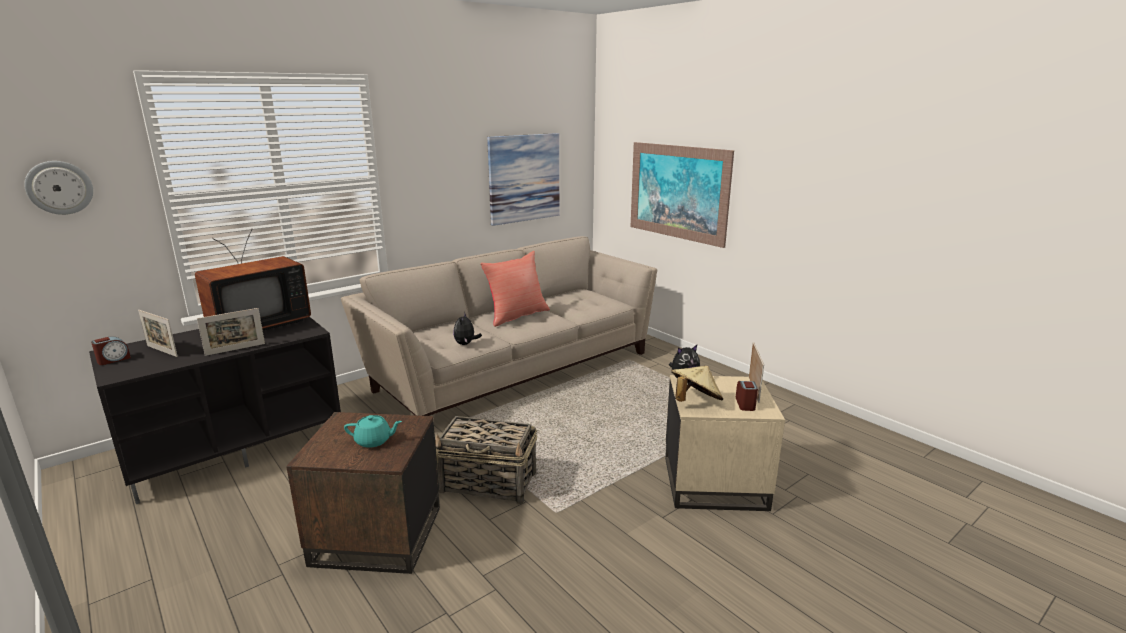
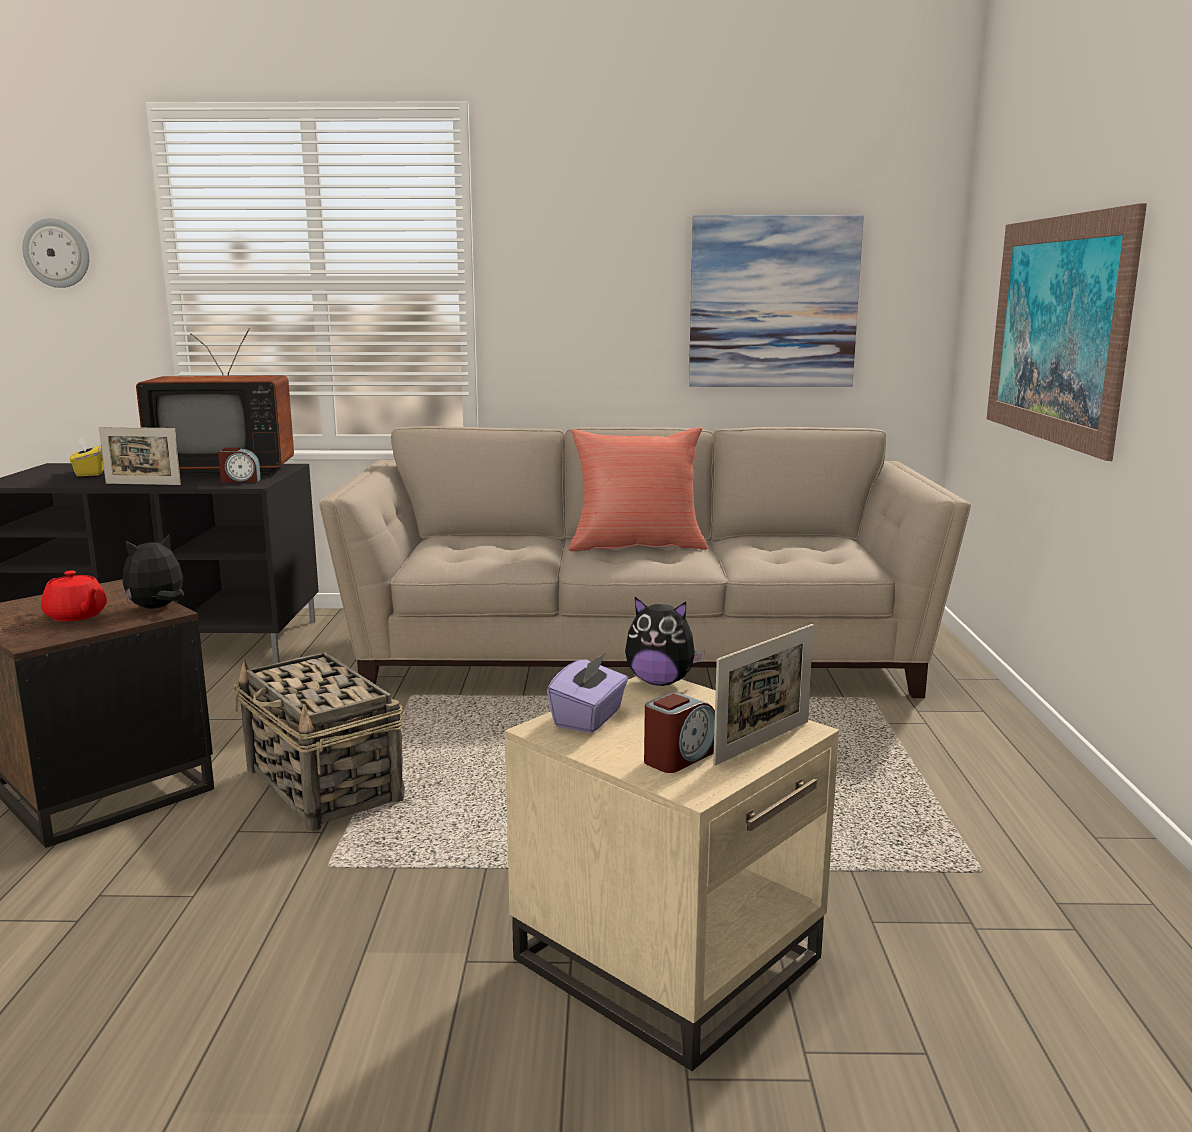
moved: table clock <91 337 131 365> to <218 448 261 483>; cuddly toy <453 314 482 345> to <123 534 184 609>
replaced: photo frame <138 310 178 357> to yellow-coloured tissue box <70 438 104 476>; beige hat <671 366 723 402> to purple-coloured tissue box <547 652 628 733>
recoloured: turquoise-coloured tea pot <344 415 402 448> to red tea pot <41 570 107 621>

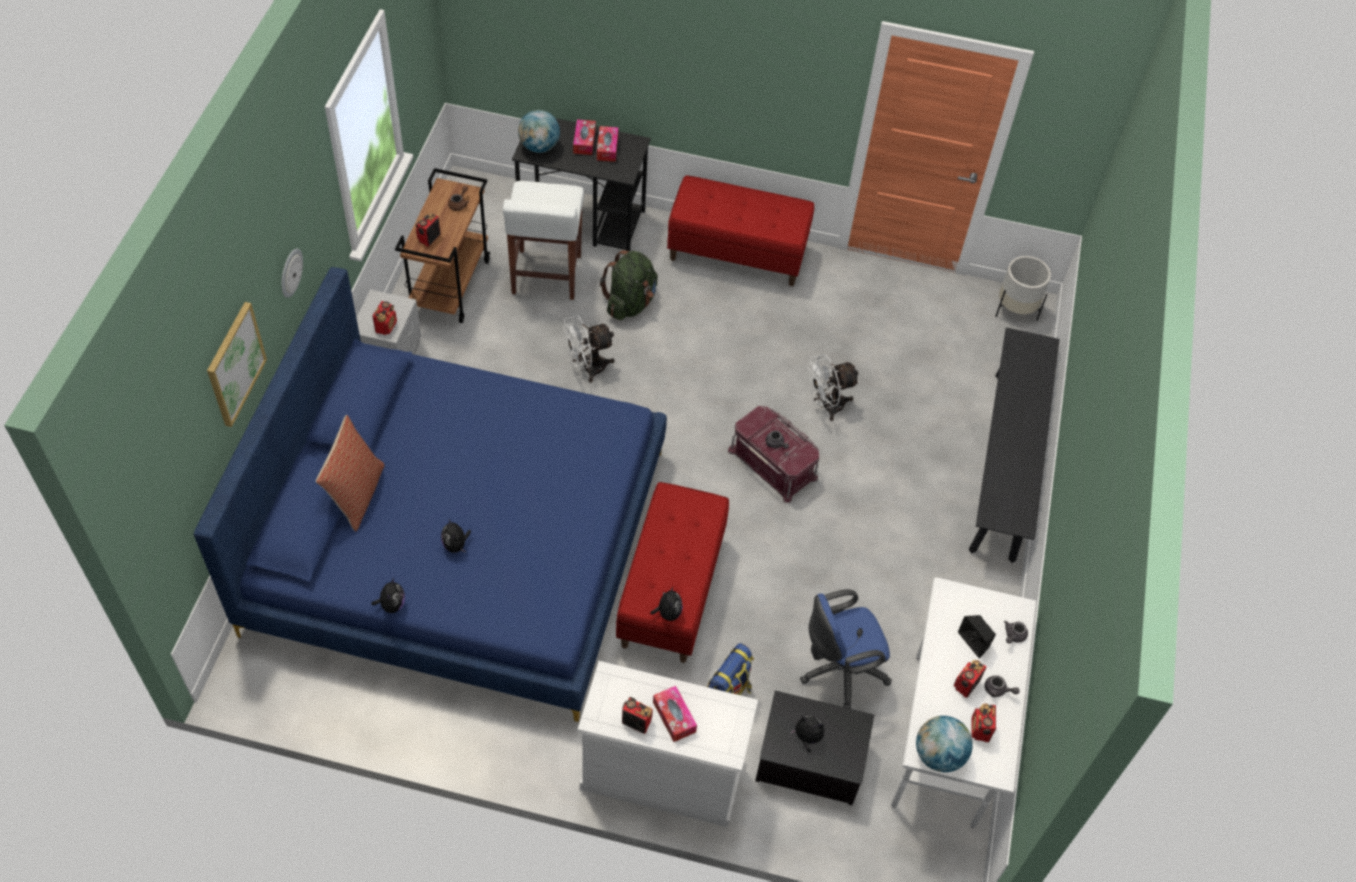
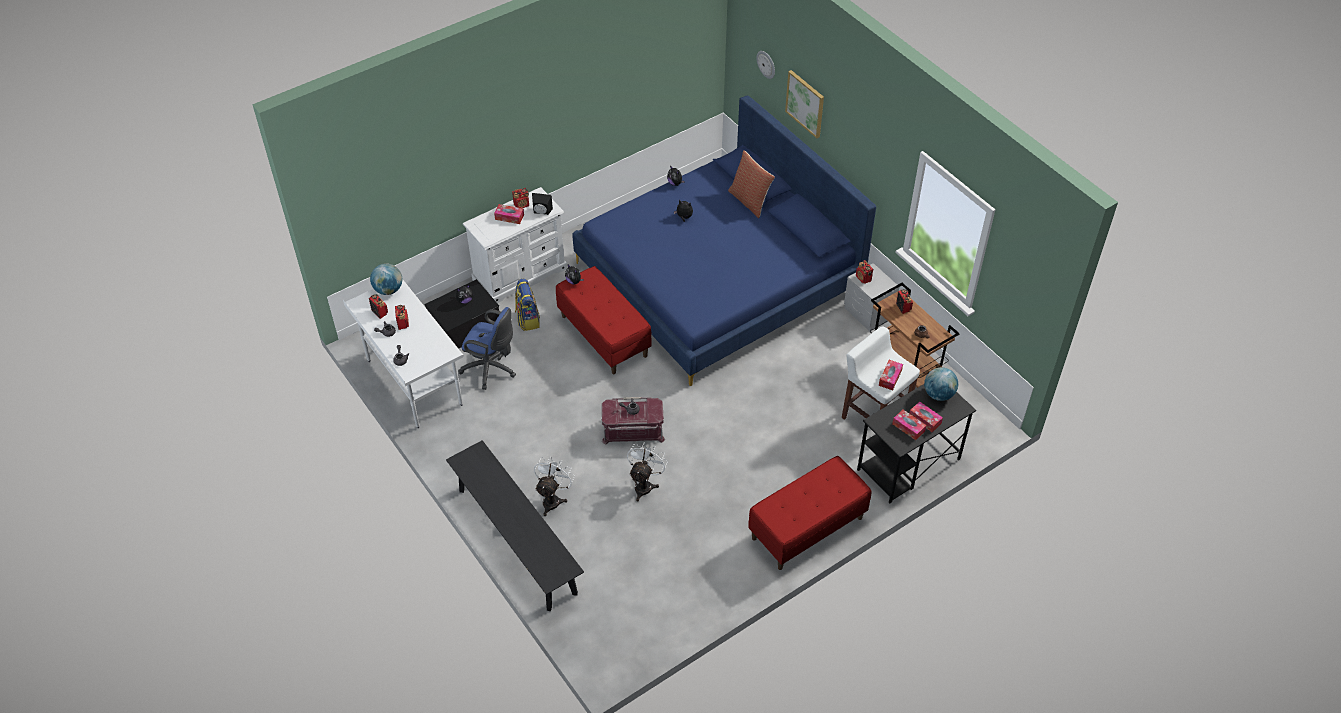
removed: green-coloured knapsack <600 250 658 320>; white-coloured planter <996 256 1051 321>
added: tissue box <879 360 903 390>
moved: wall clock <281 249 303 298> to <757 51 775 79>; white-coloured fan <563 315 615 382> to <534 456 575 516>; black-coloured audio speaker <958 615 996 658> to <532 193 553 215>
turned: blue office chair <800 589 892 709> = <458 307 516 390> 90 degrees clockwise

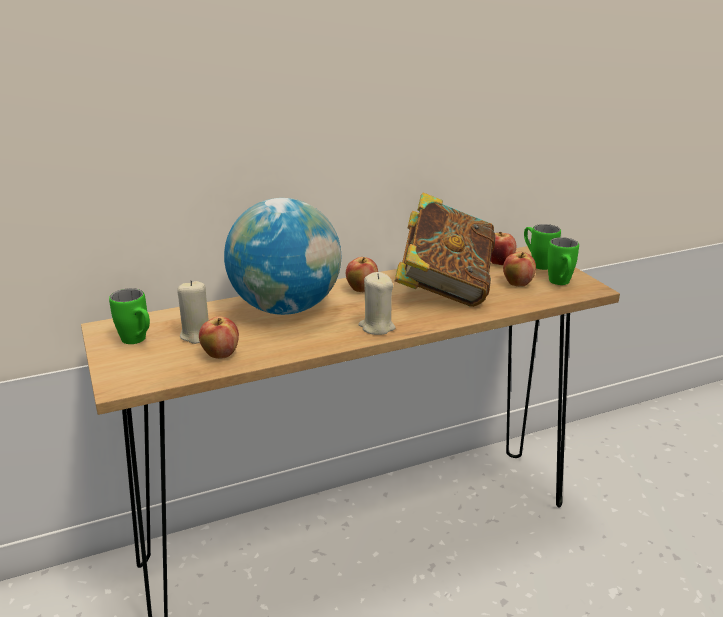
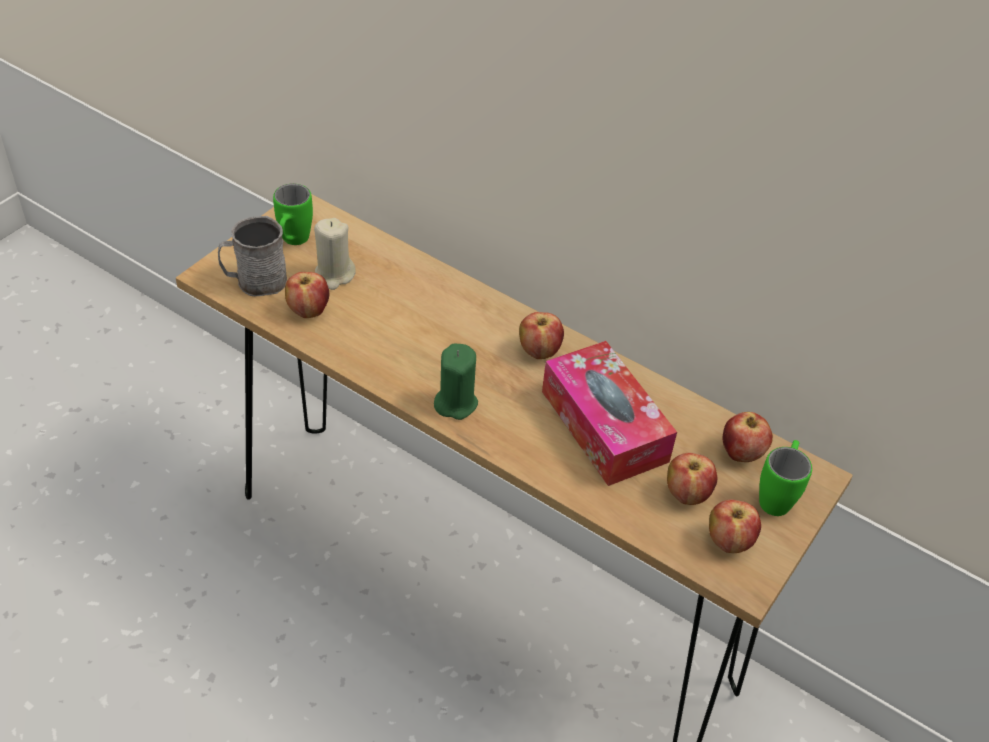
removed: world globe <224 198 341 315>
added: greyish mug <218 216 287 296>
replaced: book <395 193 496 307> to tissue box <542 341 677 486>; green-coloured mug <547 237 579 285> to apple <709 499 761 553>
recoloured: beige wax candle <359 272 395 335> to green-coloured wax candle <434 343 478 420>

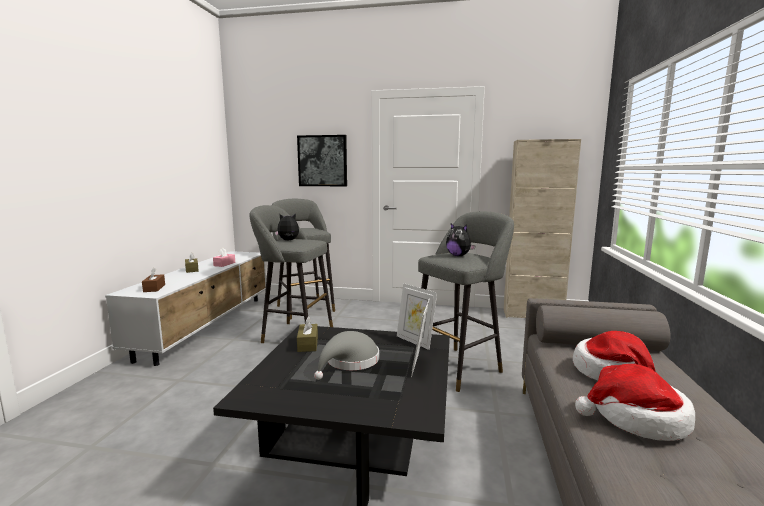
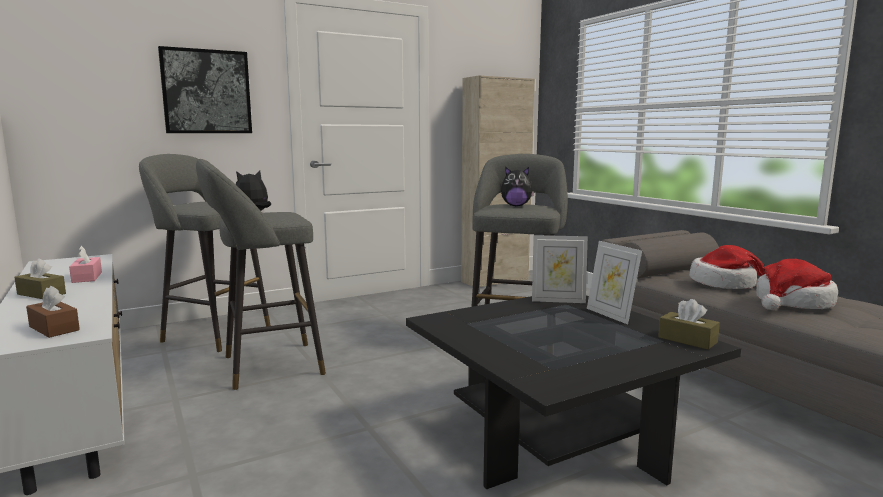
removed: greyish hat <314 331 379 380>
moved: brown tissue box <297 316 318 352> to <658 299 720 350>

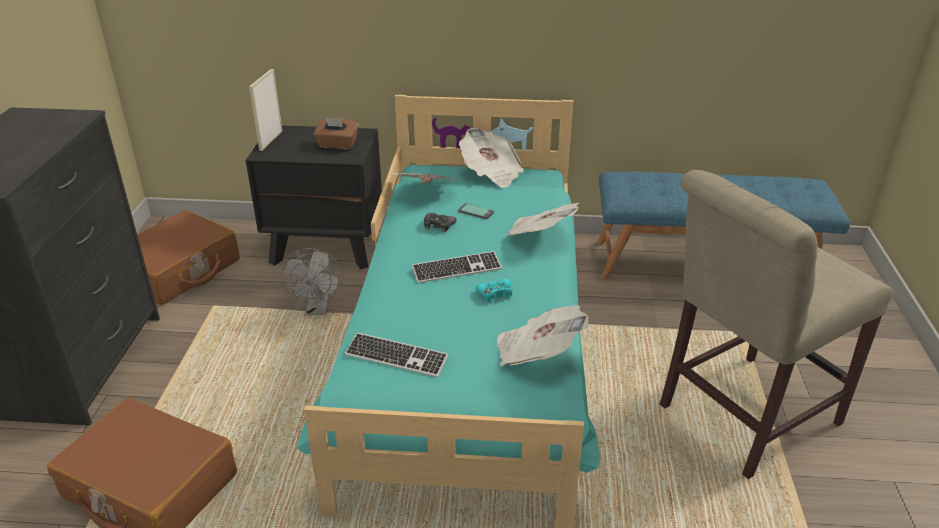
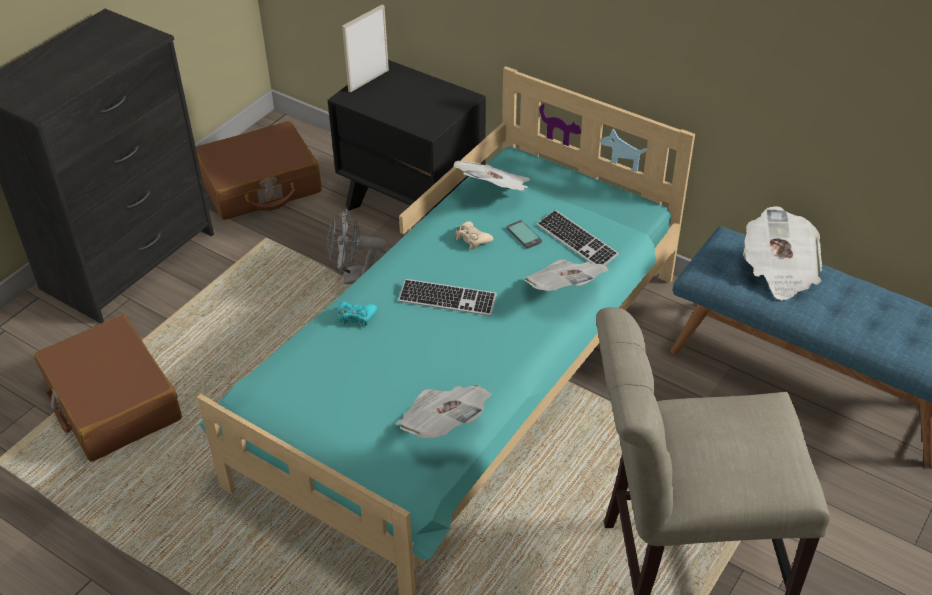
removed: brown tissue box <314 117 358 150>
moved: PC keyboard <345 333 448 377> to <537 210 619 265>; daily paper <459 128 524 188> to <743 206 822 301>; turquoise-coloured gamepad <475 279 513 303> to <338 301 377 327>
recoloured: black-coloured gamepad <424 213 457 232> to beige gamepad <456 221 493 249>
turned: greyish fan <281 248 342 315> = <327 209 386 284> 60 degrees clockwise

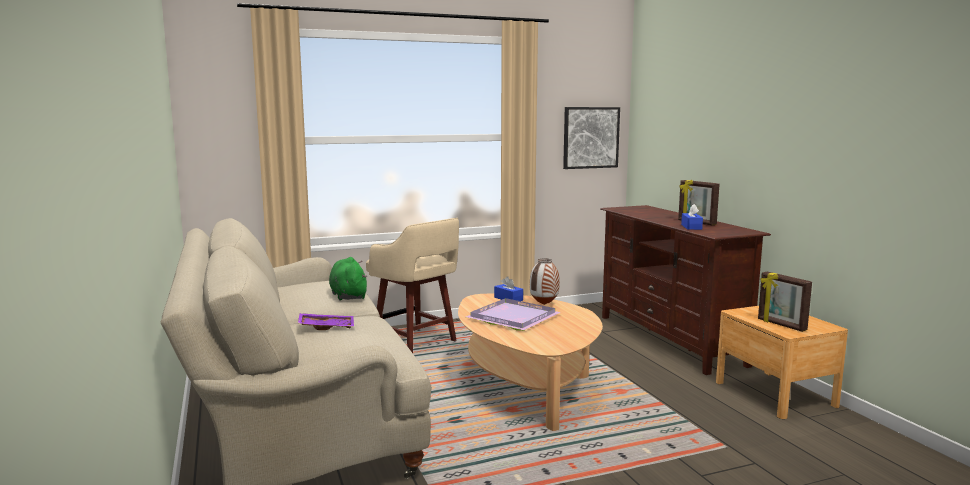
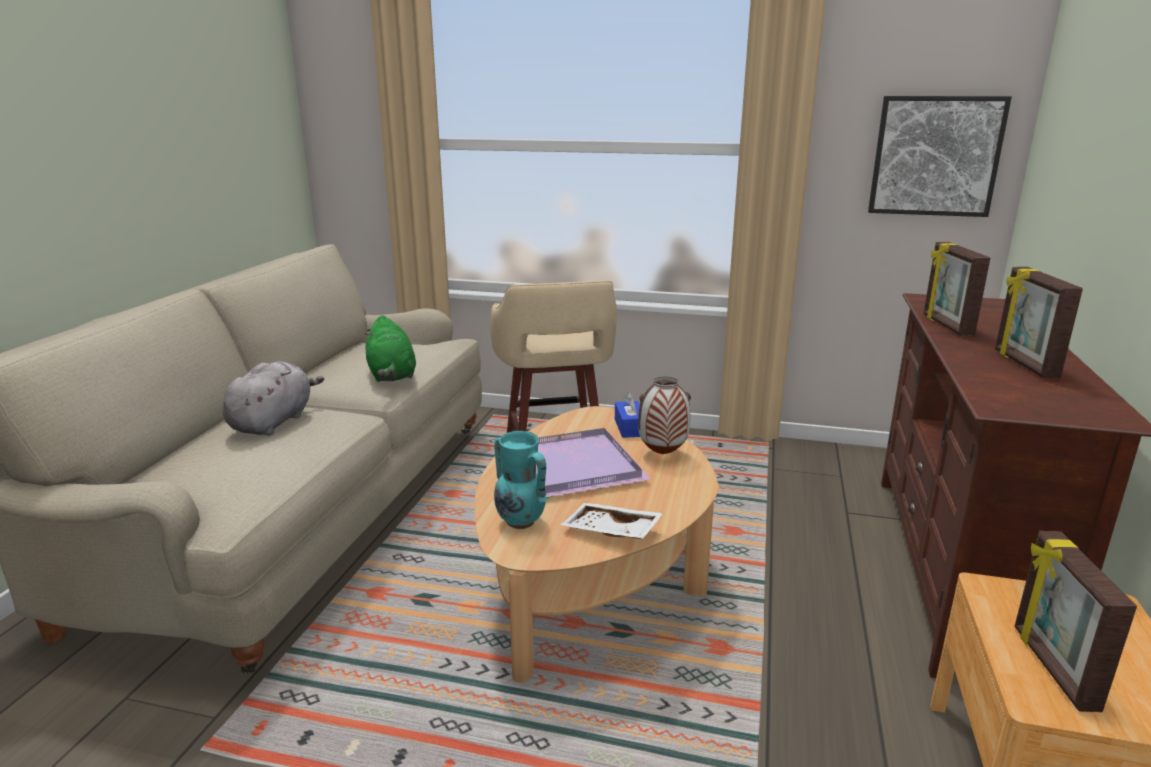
removed: blue tissue box <681 204 703 230>
added: turquoise-coloured flower vase <494 431 547 529>; white-coloured carrying tray <560 503 664 539>; photo frame <923 242 990 336>
replaced: purple-coloured carrying tray <298 313 354 330> to greyish cuddly toy <222 361 324 436>
turned: green-coloured cuddly toy <329 257 368 300> = <364 315 416 382> 150 degrees clockwise

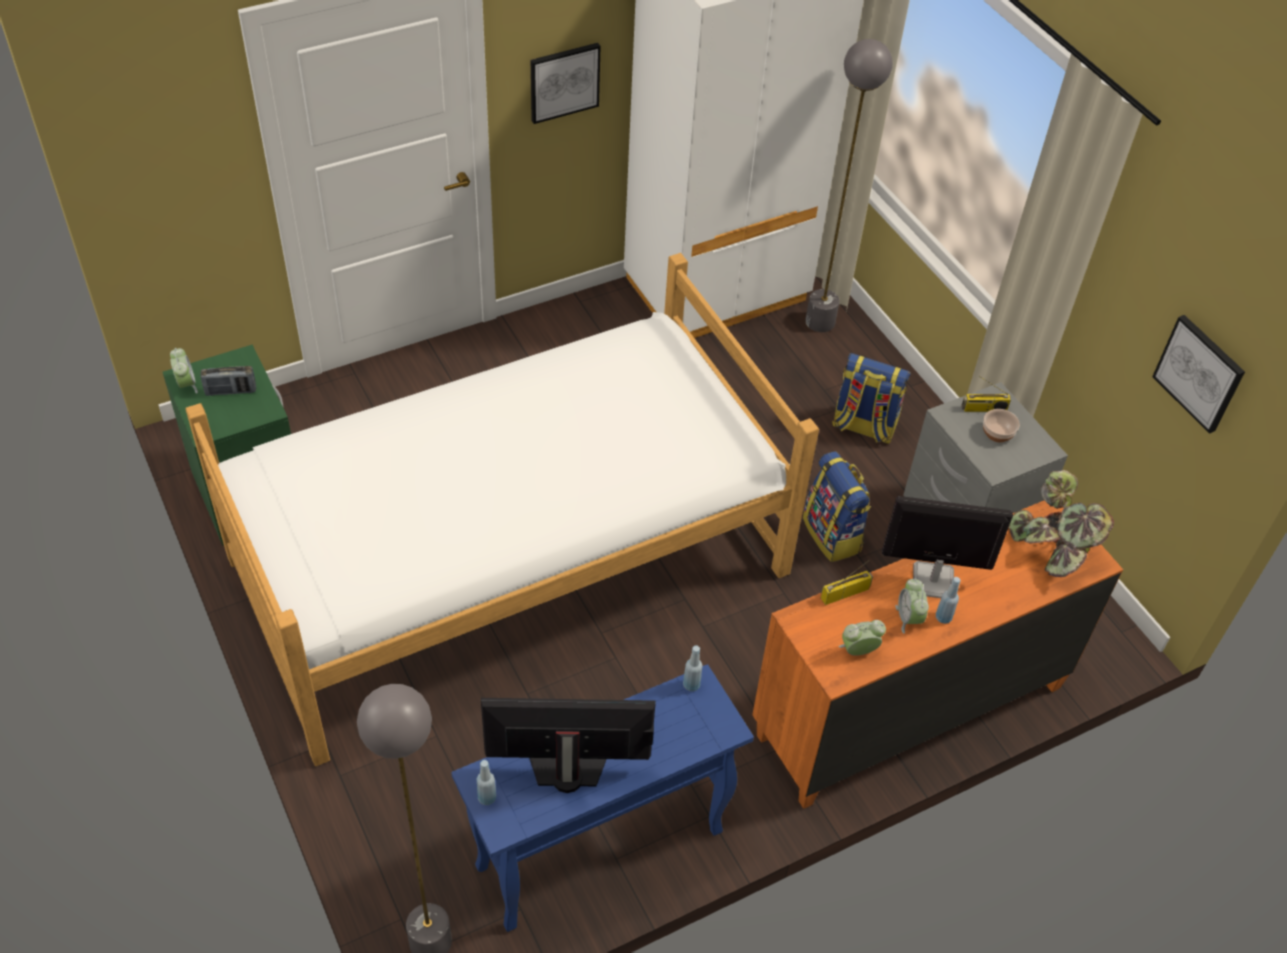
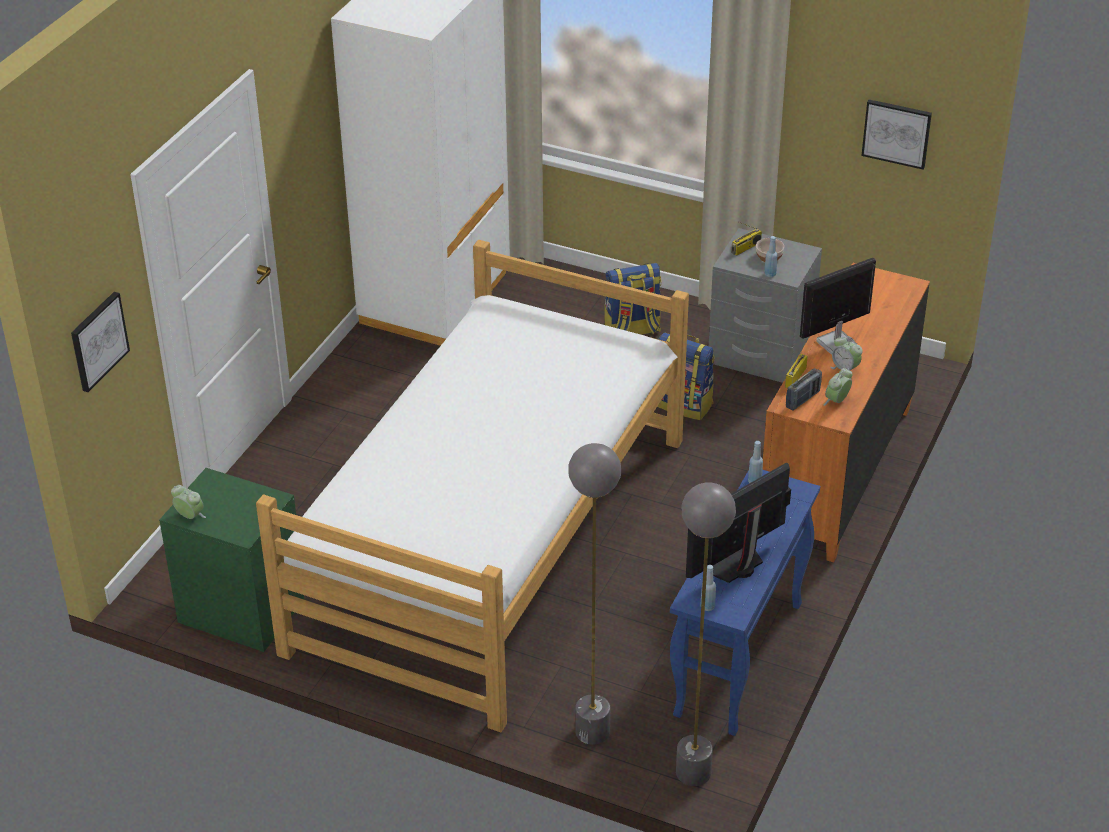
removed: plant in a pot <1009 470 1114 577>
moved: radio set <200 366 256 396> to <786 368 822 411>; picture <530 43 600 124> to <71 292 130 392>; greyish floor lamp <805 39 893 332> to <568 443 621 745>; blue drink bottle <936 577 961 624> to <764 236 778 277>

